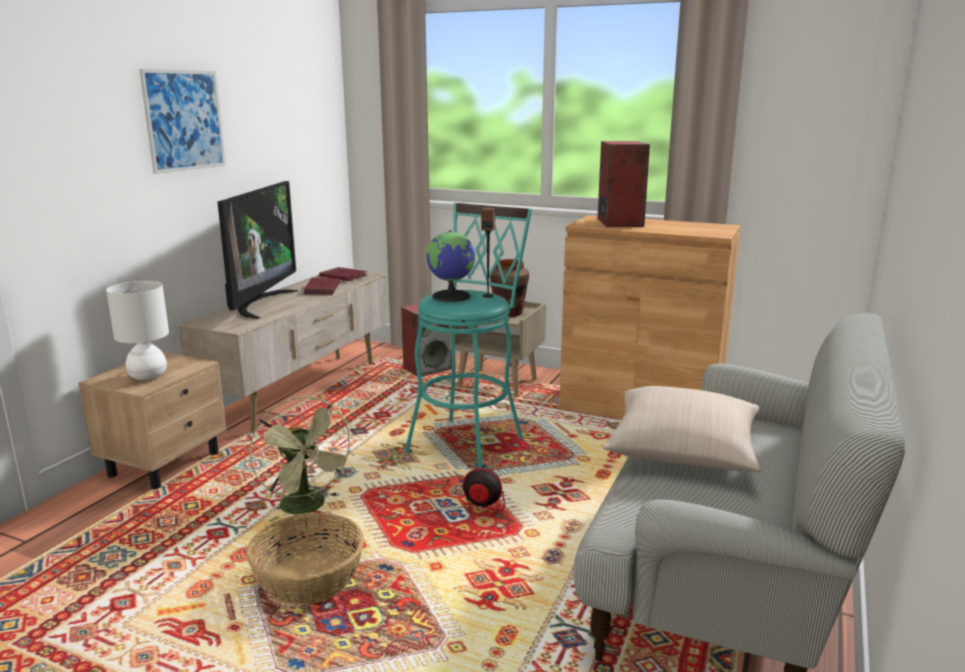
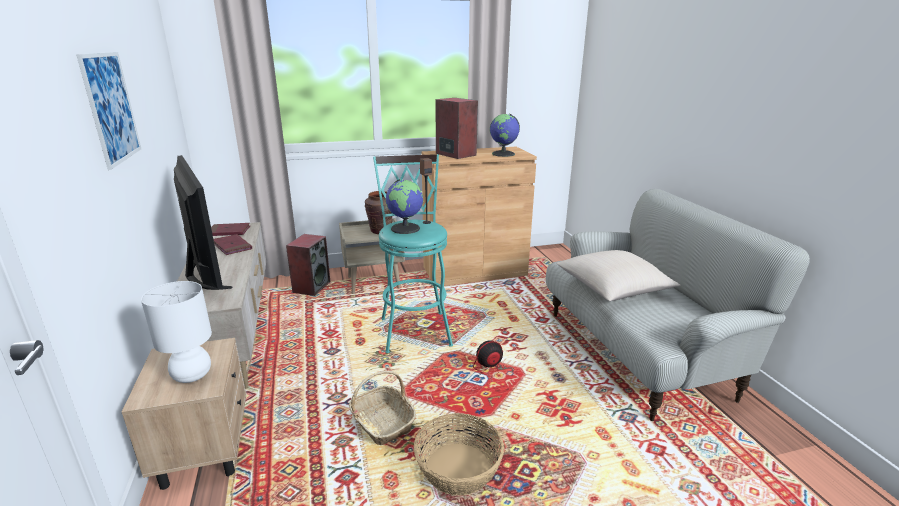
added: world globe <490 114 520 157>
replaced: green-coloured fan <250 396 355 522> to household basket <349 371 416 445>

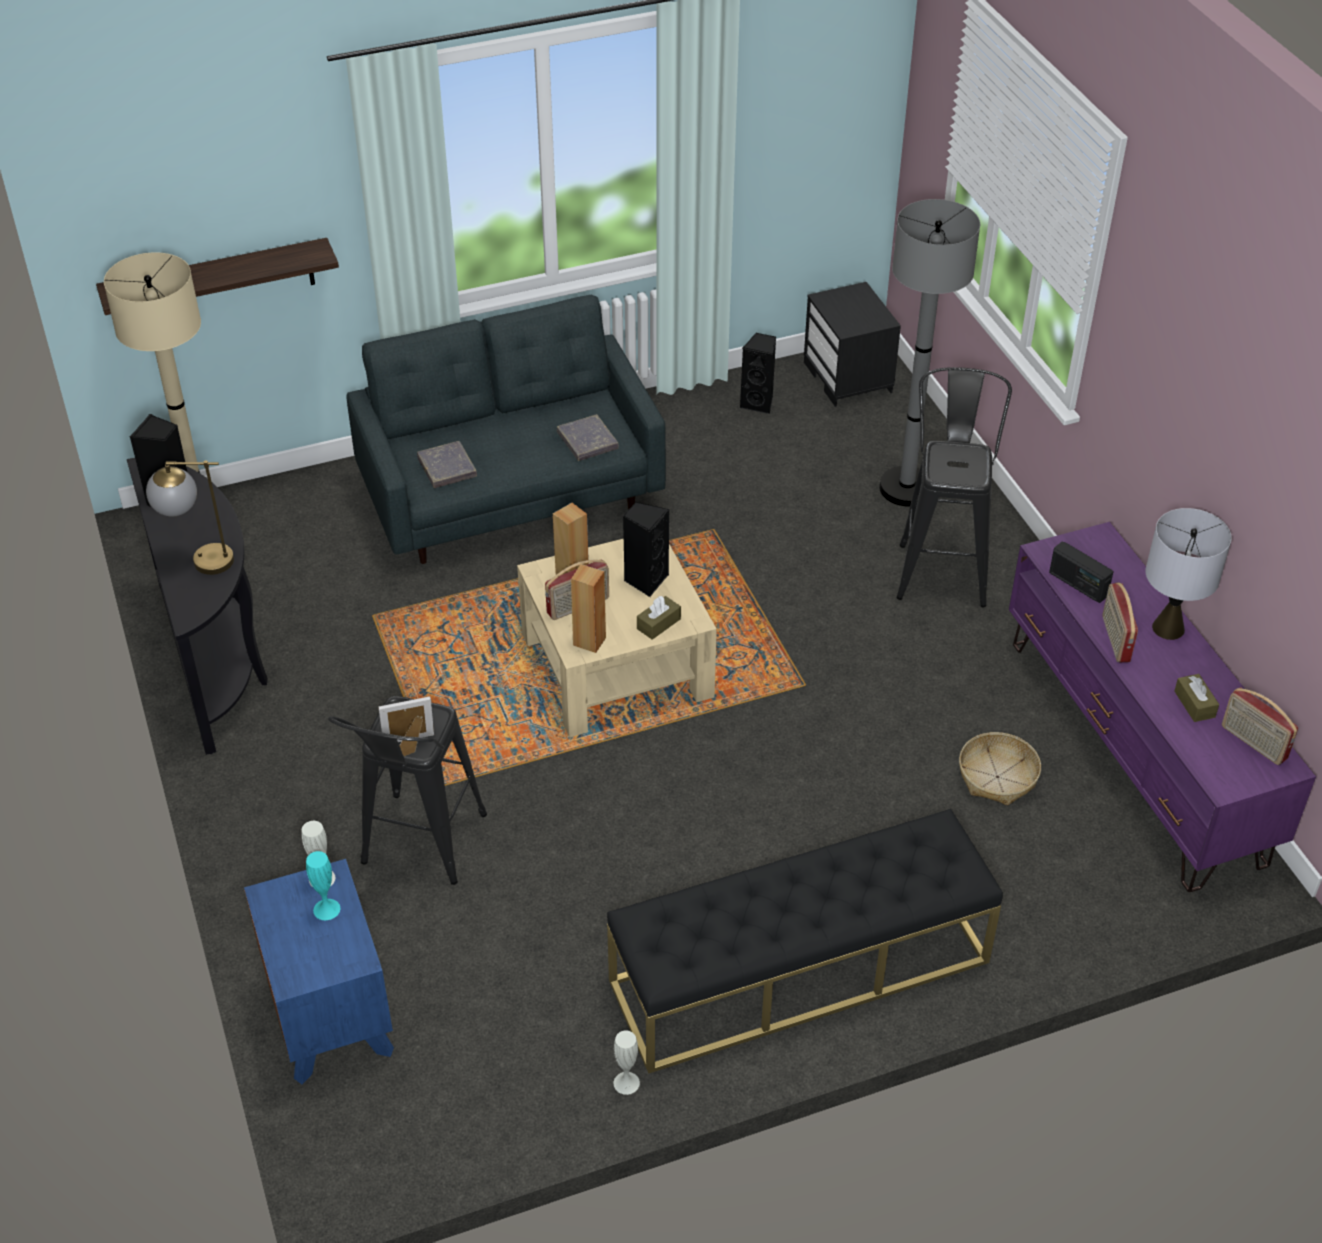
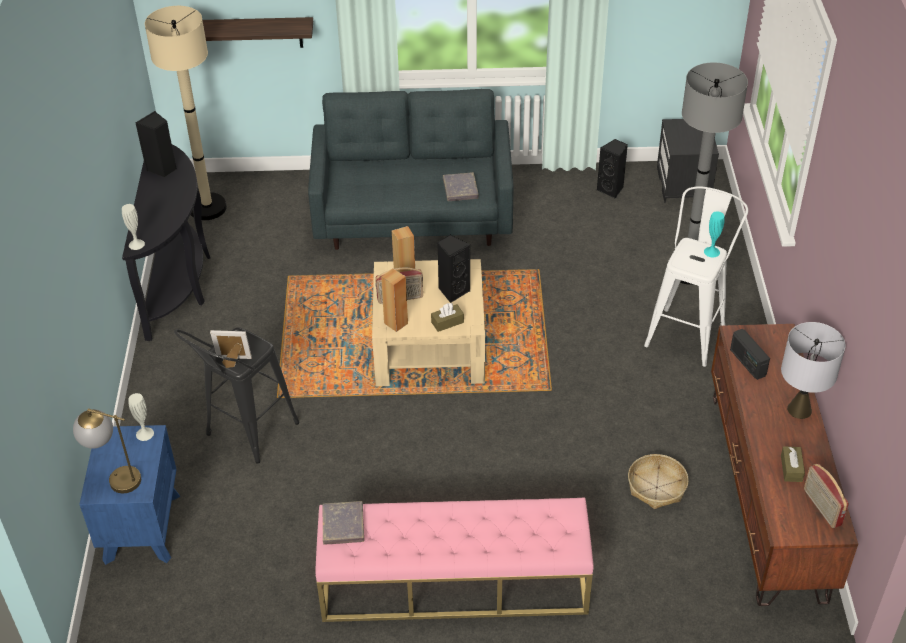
removed: radio set <1102 583 1138 662>
moved: table lamp <146 460 234 575> to <73 408 141 493>; turquoise-coloured flower vase <306 851 340 920> to <704 211 725 257>; greyish book <417 441 477 488> to <322 501 364 545>; white-coloured flower vase <614 1030 640 1095> to <122 204 145 250>
recoloured: black-coloured indoor bench <607 809 1003 1074> to pinkish indoor bench <315 498 593 622>; black-coloured stool <897 367 1012 608> to white-coloured stool <644 186 748 367>; purple-coloured media console <1009 522 1316 892> to brown media console <711 324 858 606>

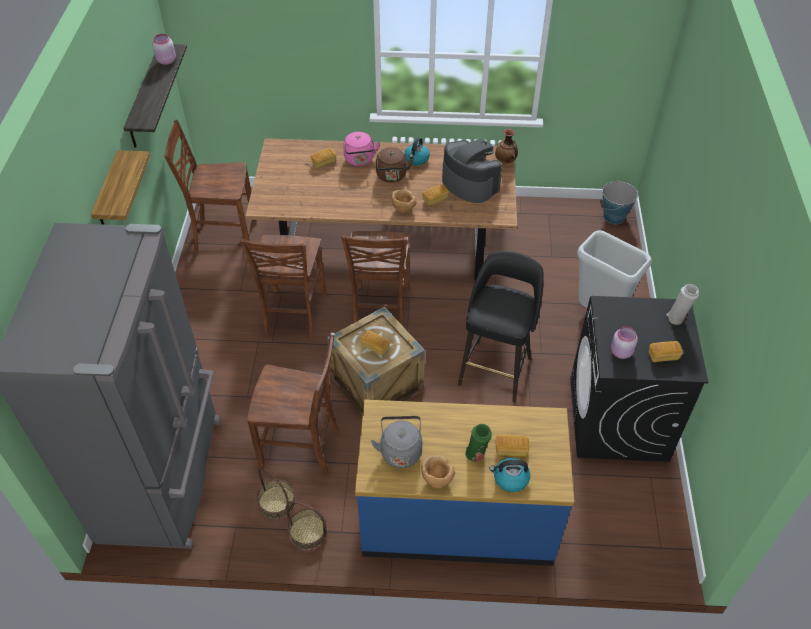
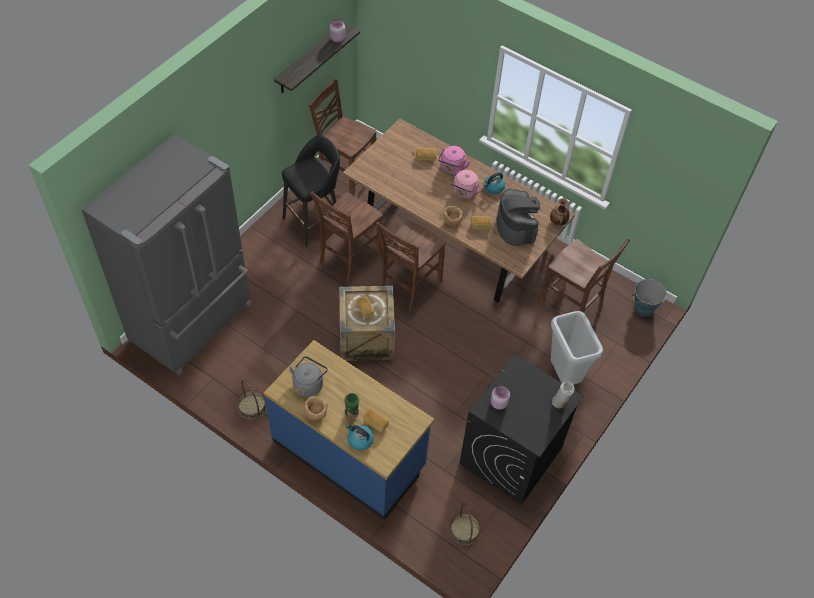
removed: bracket shelf <91 150 150 225>; bakery bread <649 341 683 362>
moved: brown upright chair <247 333 339 475> to <539 238 631 313>; household basket <257 467 296 519> to <450 503 481 545>; black-coloured stool <458 251 544 403> to <282 135 340 246>
recoloured: brown water kettle <376 147 413 183> to pinkish water kettle <450 170 483 199>

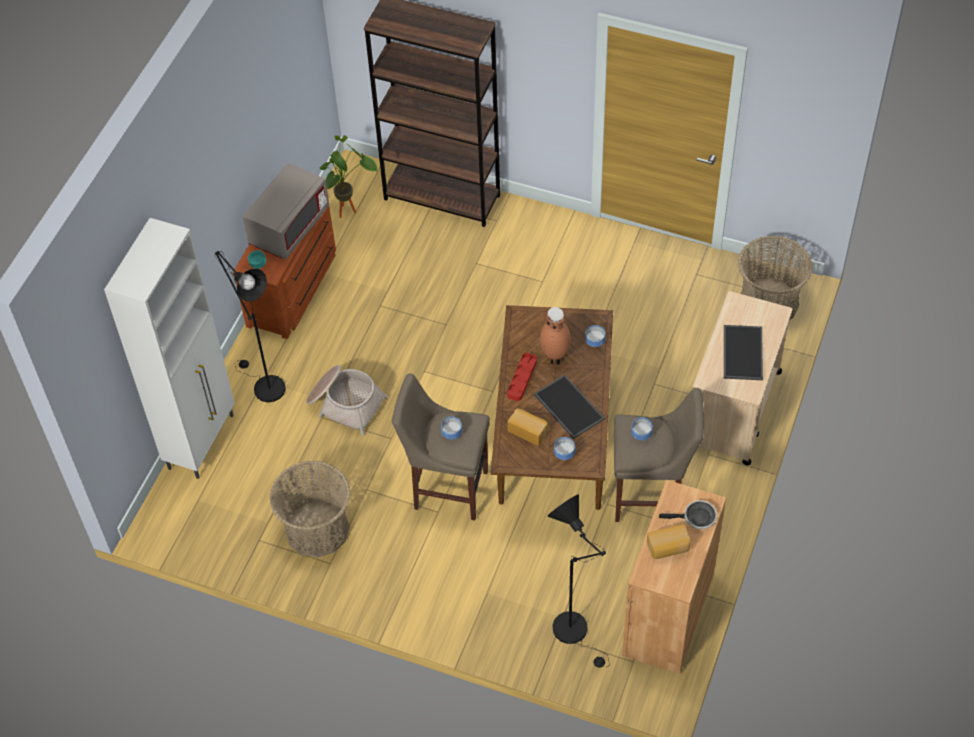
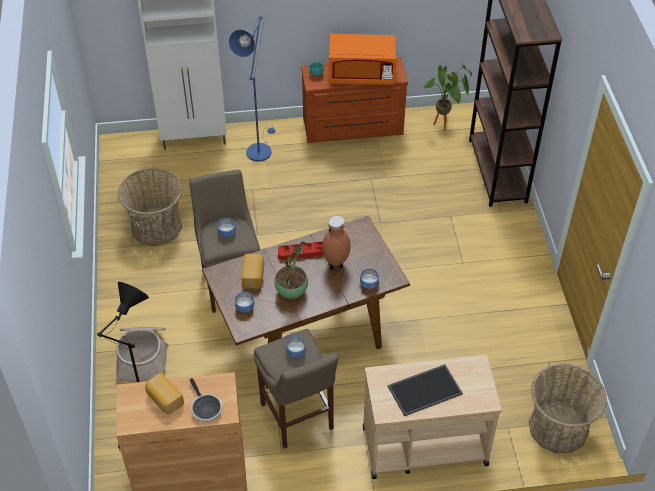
moved: household basket <306 365 388 436> to <116 327 168 385>
replaced: carrying tray <534 375 605 439> to plant in a pot <275 242 308 299>
recoloured: black-coloured floor lamp <215 251 286 402> to blue floor lamp <229 16 275 162>; greyish microwave <243 163 329 259> to orangey microwave <328 34 397 85>

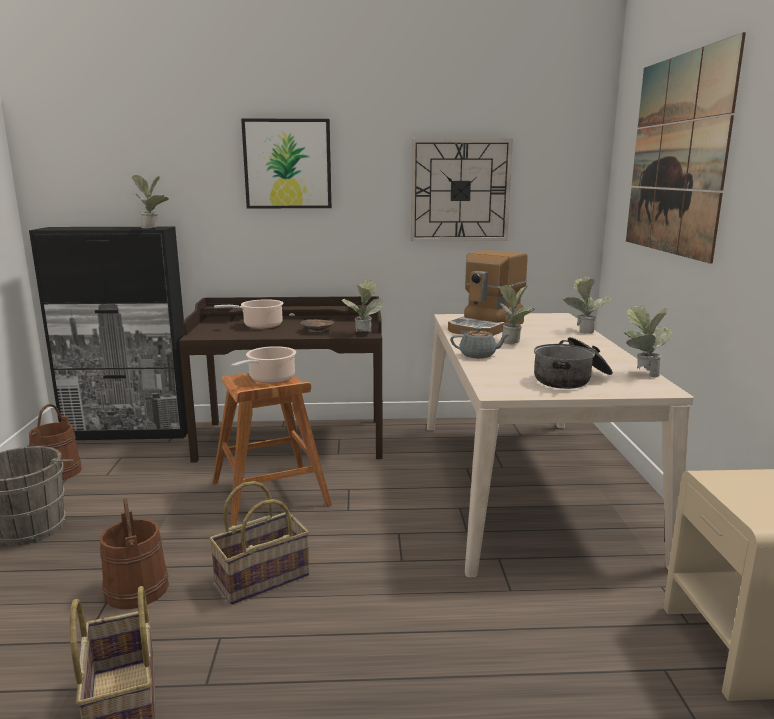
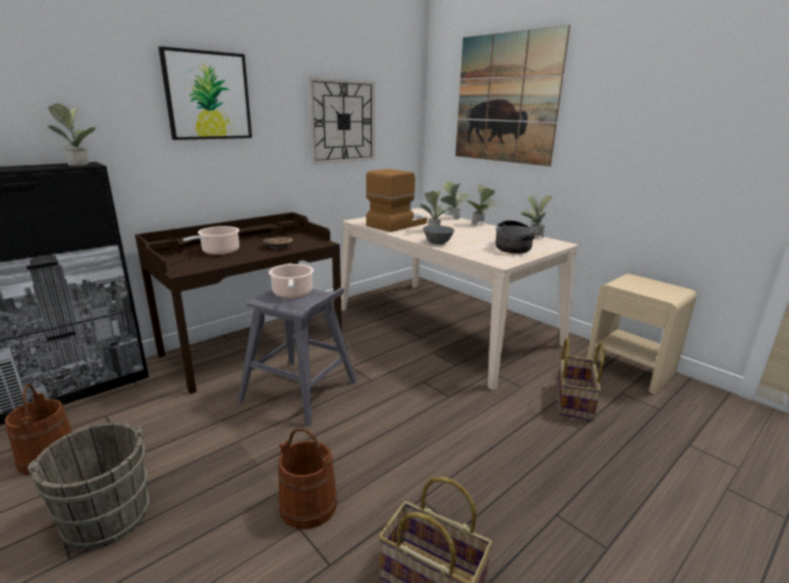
moved: household basket <209 481 309 605> to <557 337 604 421>; plant in a pot <341 279 384 332> to <466 184 496 224>
replaced: greyish tea pot <450 327 510 359> to greyish deep dish <423 225 454 245>
recoloured: brown stool <212 373 332 526> to greyish stool <238 288 357 427>
turned: coffee brewer <448 250 527 336> = <366 169 427 232> 135 degrees counterclockwise

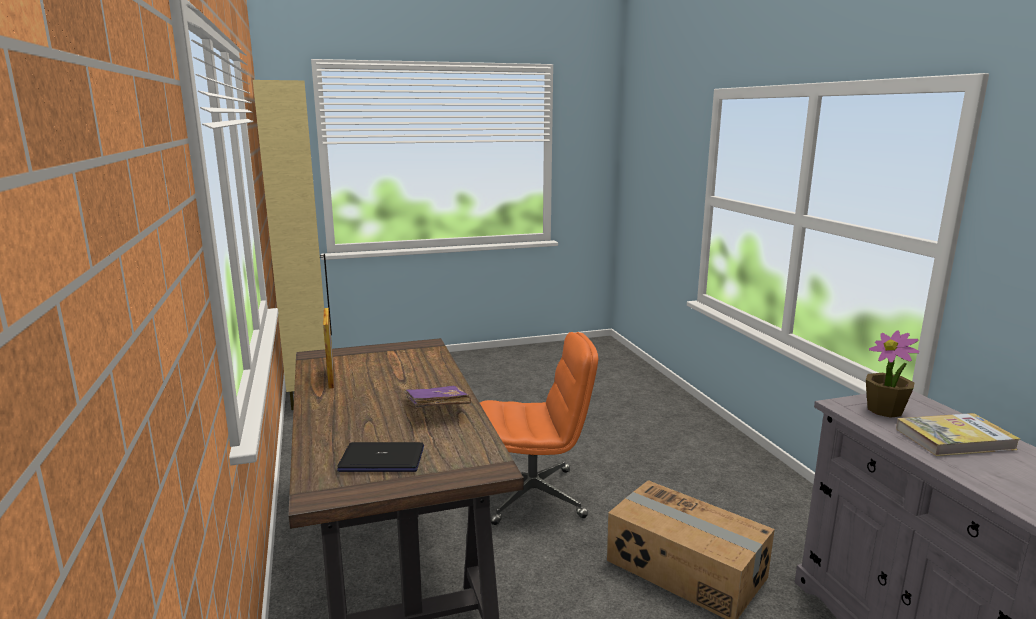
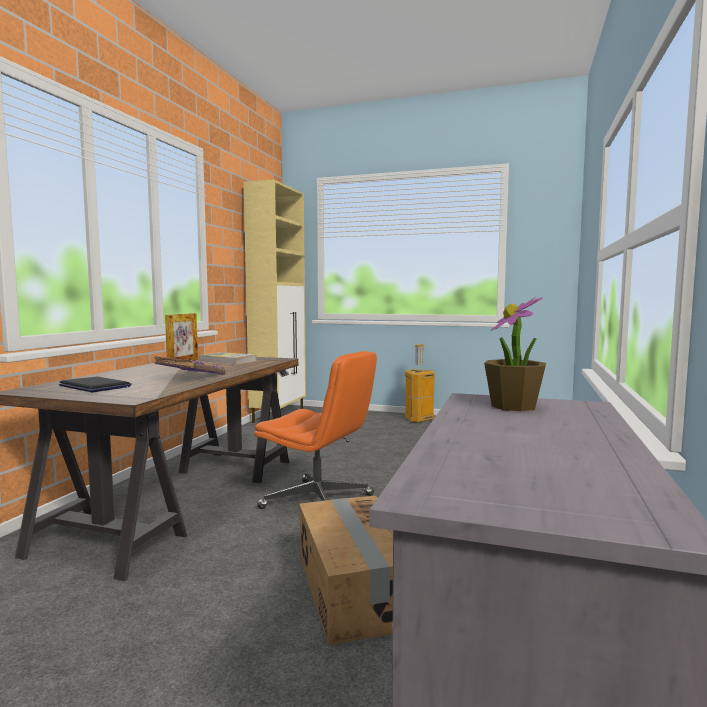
added: waste bin <405 344 435 423>
moved: book <896 413 1020 456> to <199 352 256 365>

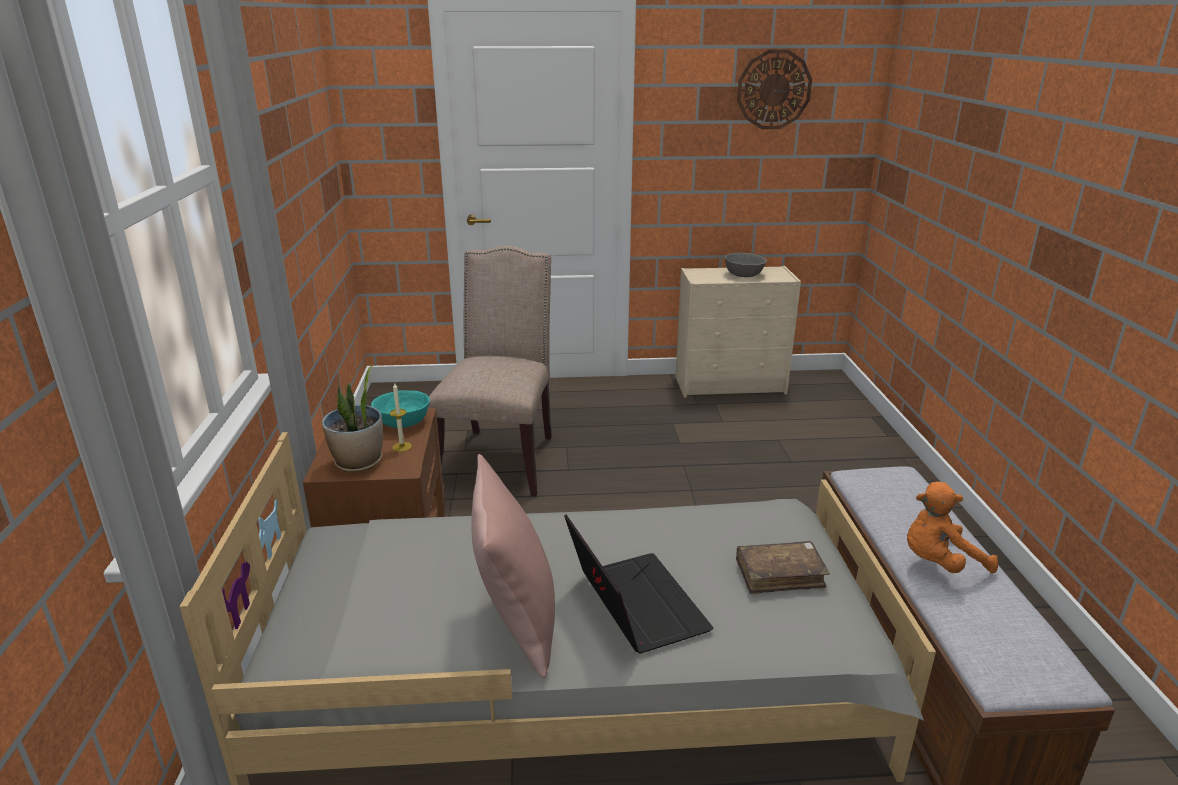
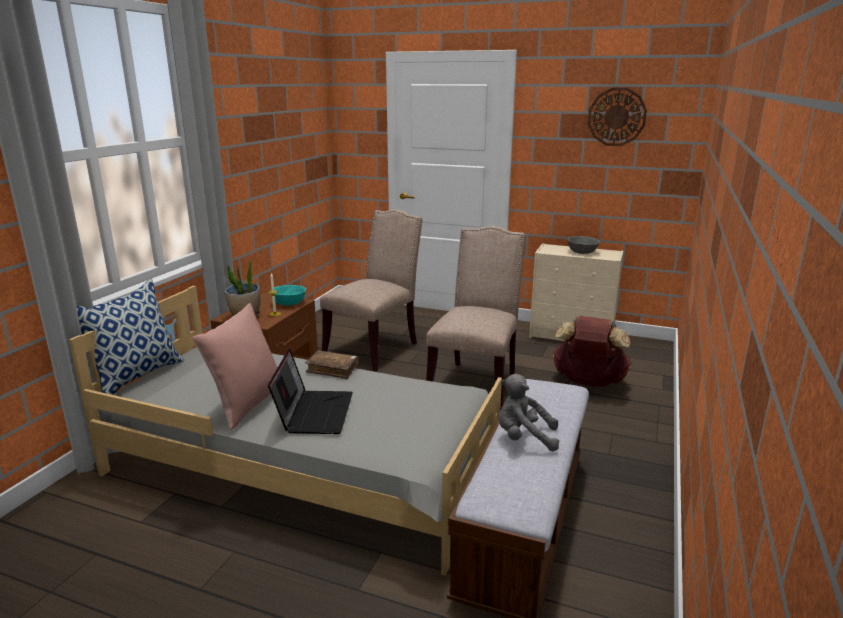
added: pillow <76 279 184 395>; beige upright chair <426 226 525 410>; brown knapsack <552 316 632 387>
moved: brown book <736 541 830 594> to <305 350 359 379>
recoloured: orangey cuddly toy <907 481 998 573> to greyish cuddly toy <498 374 559 451>

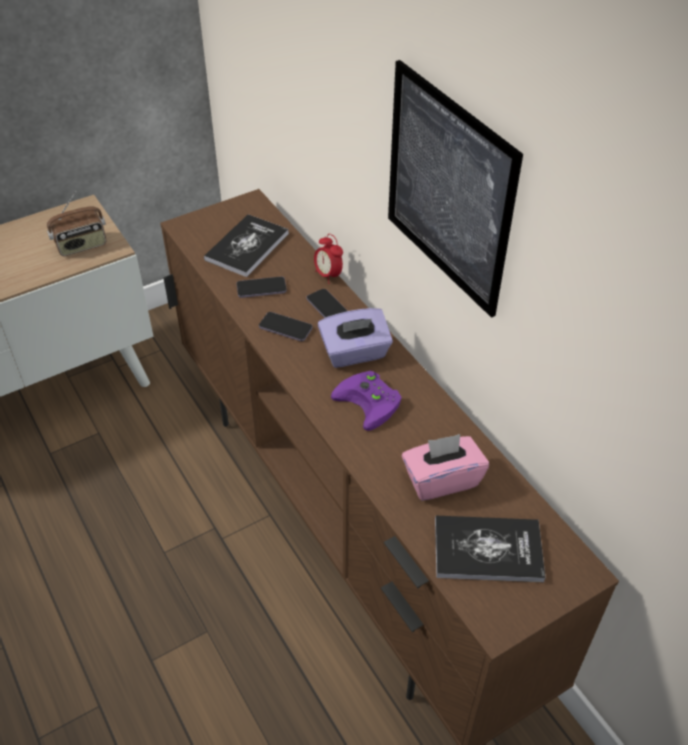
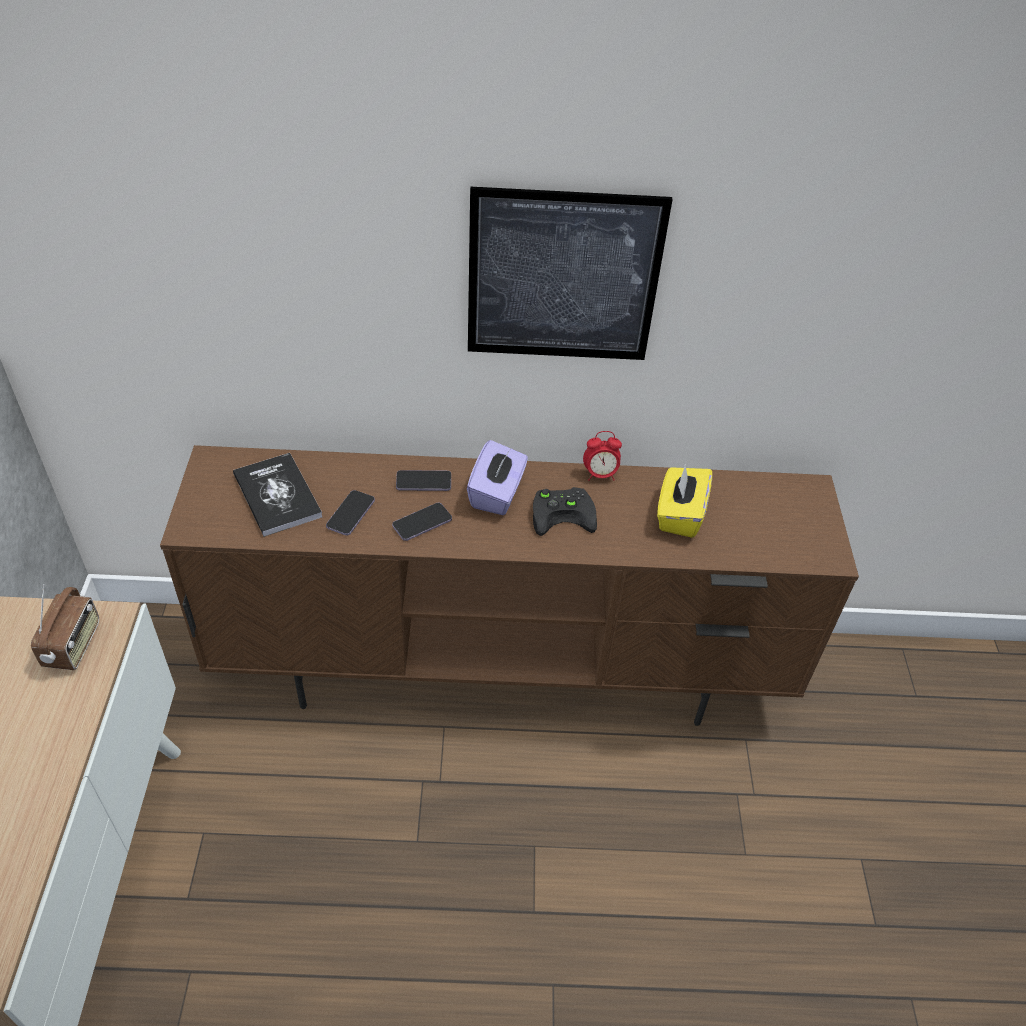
removed: book <435 516 546 582>
moved: table clock <314 234 343 284> to <583 431 622 481>
recoloured: purple-coloured gamepad <331 371 402 431> to black-coloured gamepad <533 487 597 536>; pinkish tissue box <402 434 489 501> to yellow-coloured tissue box <657 465 712 538>

